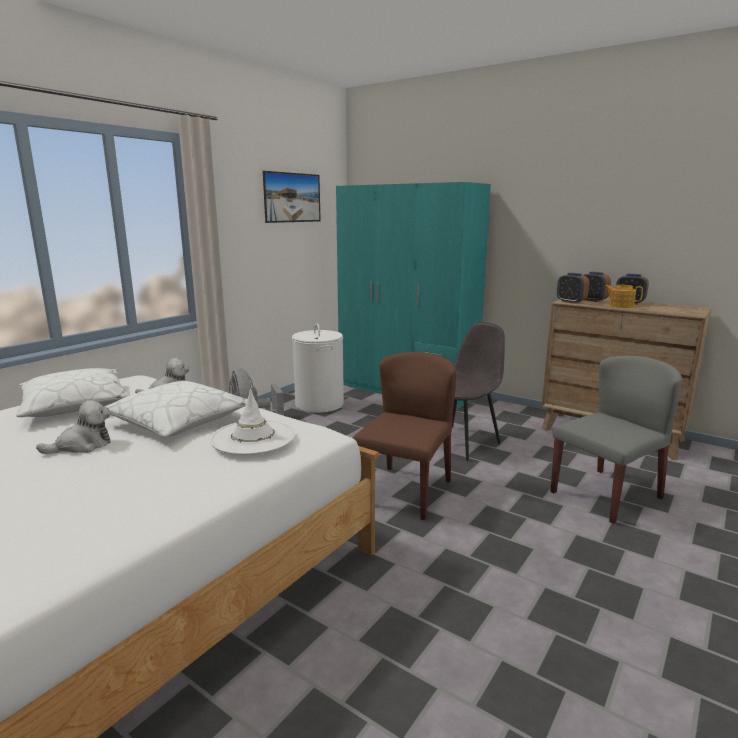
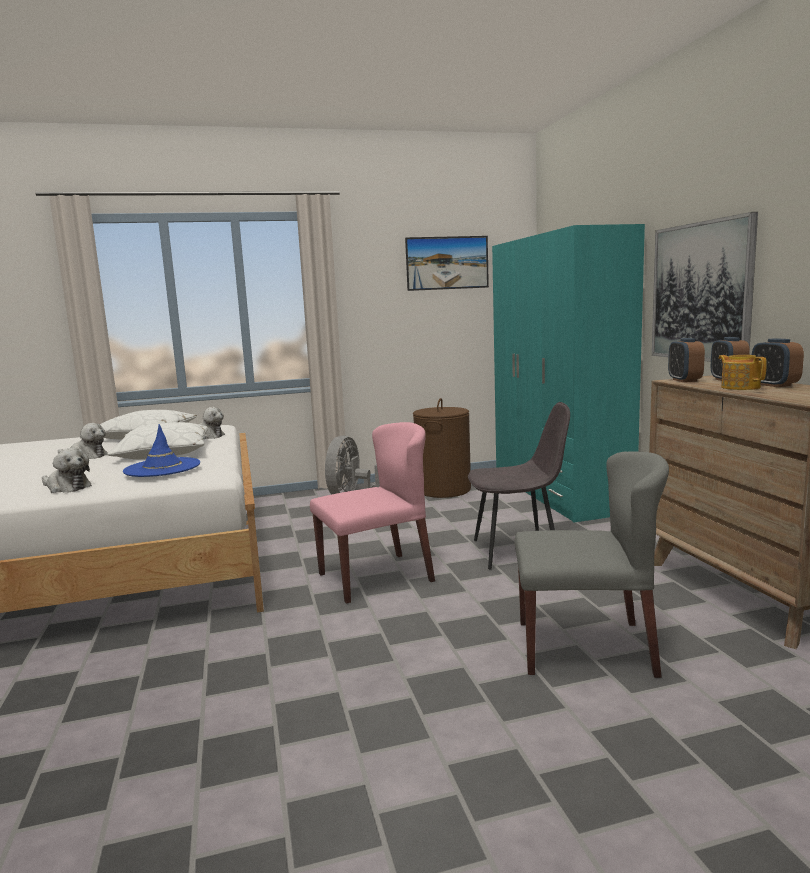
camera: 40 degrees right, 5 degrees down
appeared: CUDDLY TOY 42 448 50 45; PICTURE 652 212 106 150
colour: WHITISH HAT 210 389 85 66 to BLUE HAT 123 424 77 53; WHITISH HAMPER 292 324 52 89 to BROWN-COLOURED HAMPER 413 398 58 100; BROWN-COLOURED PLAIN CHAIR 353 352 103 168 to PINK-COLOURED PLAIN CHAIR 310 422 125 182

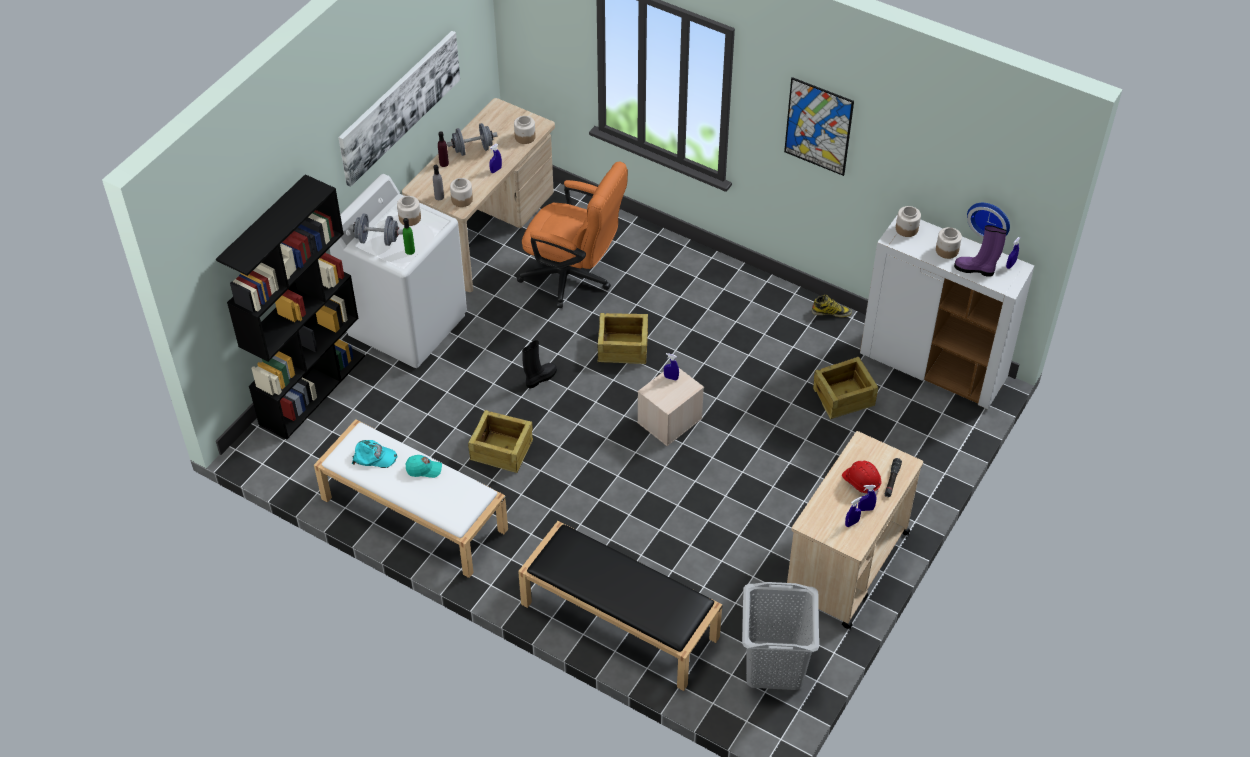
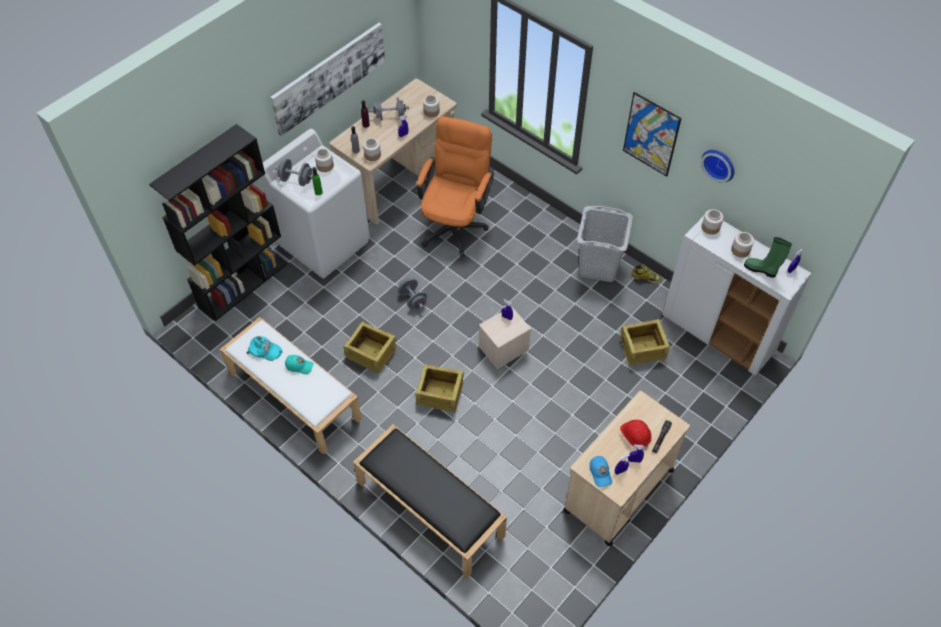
camera: 10 degrees right, 5 degrees up
appeared: BLUE CAP 590 456 22 31
relocated: CRATE 597 313 51 51 to 415 364 48 48; GRAY HAMPER 742 582 77 108 to 577 206 56 76; WALL CLOCK 967 203 43 35 to 701 150 34 33
exchanged: BLACK TALL BOOT 522 340 35 49 to GRAY HAND WEIGHT 398 278 29 31
colour: PURPLE TALL BOOT 954 225 53 52 to GREEN TALL BOOT 744 237 48 41
spun: ORANGEY COMPUTER CHAIR 517 162 111 146 = 417 116 77 141 105 degrees counterclockwise

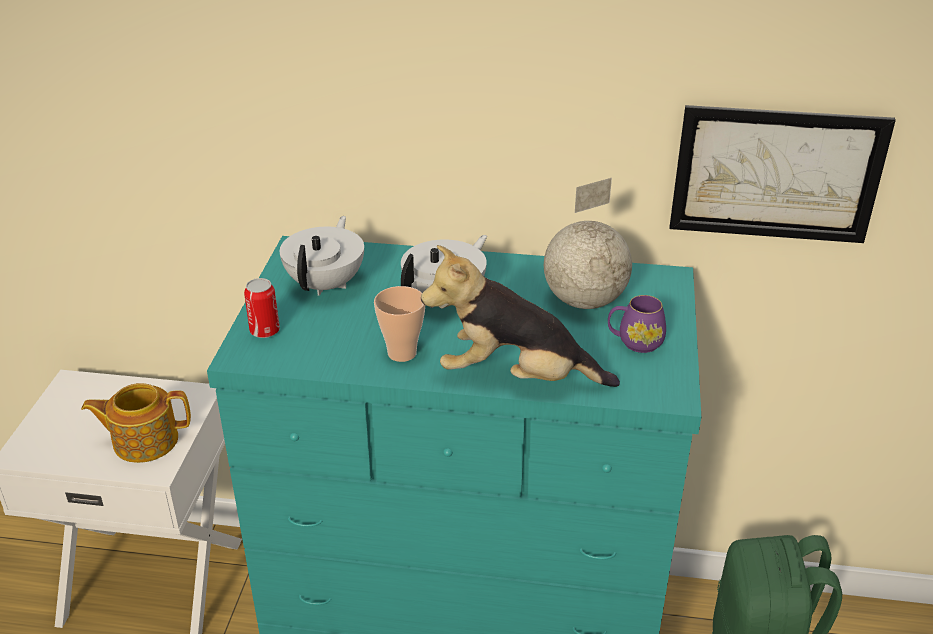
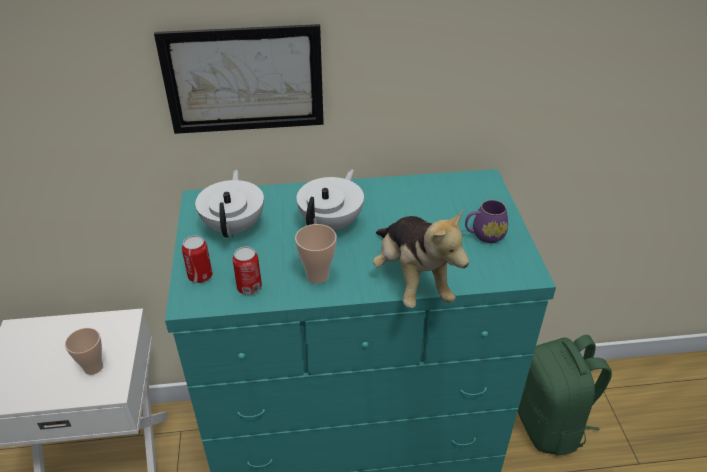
camera: 15 degrees left, 5 degrees up
missing: GLOBE 544 178 88 131
appeared: METAL CAN 232 246 30 49
relocated: PICTURE 670 105 226 138 to 154 24 170 110
exchanged: POT FOR TEA 81 383 110 80 to CUP 65 328 38 47
spun: CUDDLY TOY 421 245 199 142 = 373 209 96 99 105 degrees counterclockwise

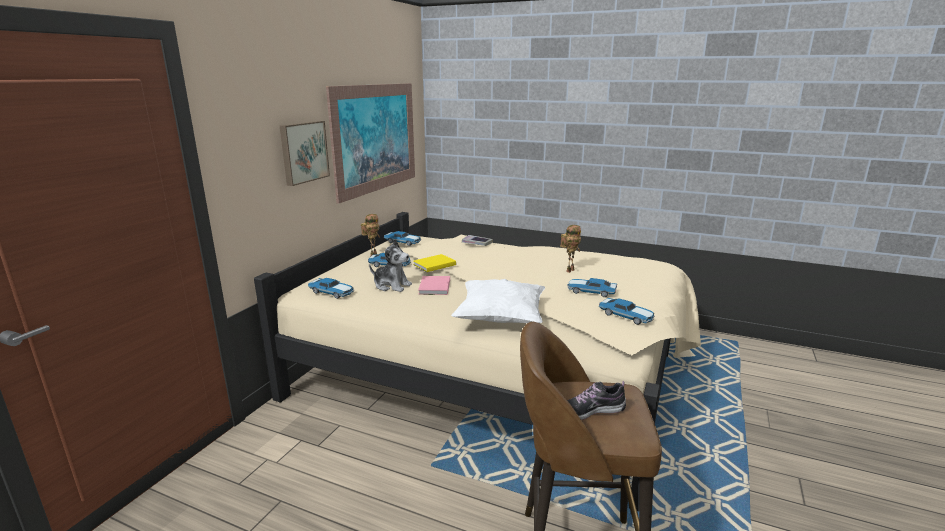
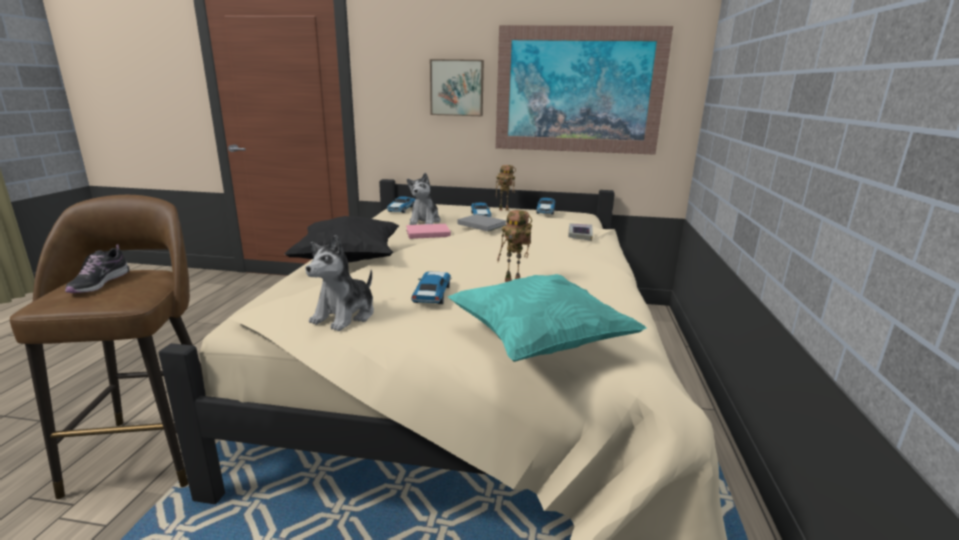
camera: 75 degrees right, 0 degrees up
appeared: TURQUOISE CUSHION 448 274 199 88
exchanged: MODEL CAR 599 298 56 27 to CUDDLY TOY 305 235 69 96
colour: YELLOW-COLOURED BOOK 413 254 43 18 to GRAY BOOK 457 214 49 18; WHITISH CUSHION 451 279 94 44 to BLACK CUSHION 285 216 114 46
spun: LOW SHOE 567 381 59 39 = 65 245 64 48 150 degrees counterclockwise

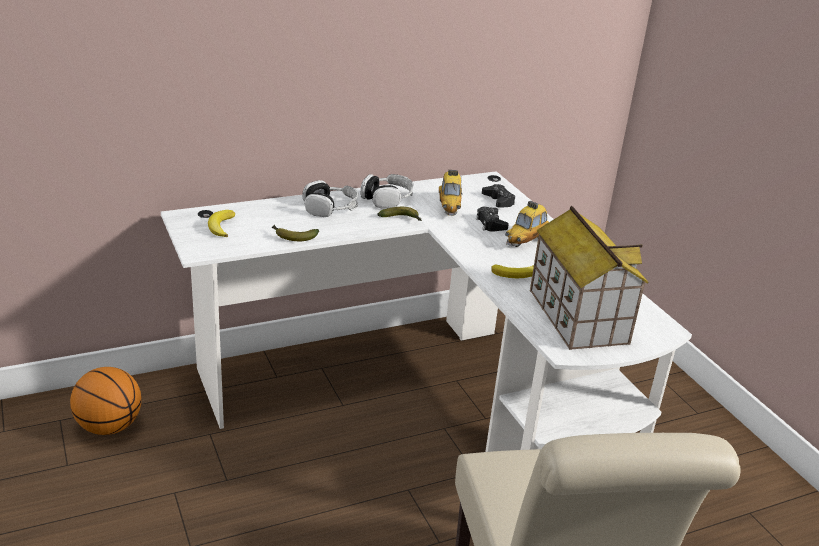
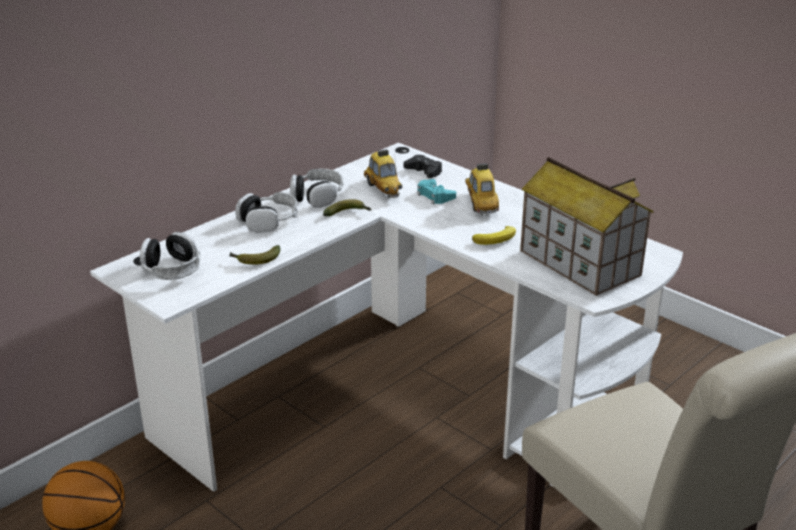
camera: 20 degrees left, 0 degrees up
exchanged: BANANA 208 210 27 27 to HEADPHONES 140 232 61 48
colour: BLACK GAMEPAD 476 206 33 26 to TURQUOISE GAMEPAD 417 179 39 26
spun: MODEL CAR 505 201 44 46 = 465 163 34 53 150 degrees clockwise

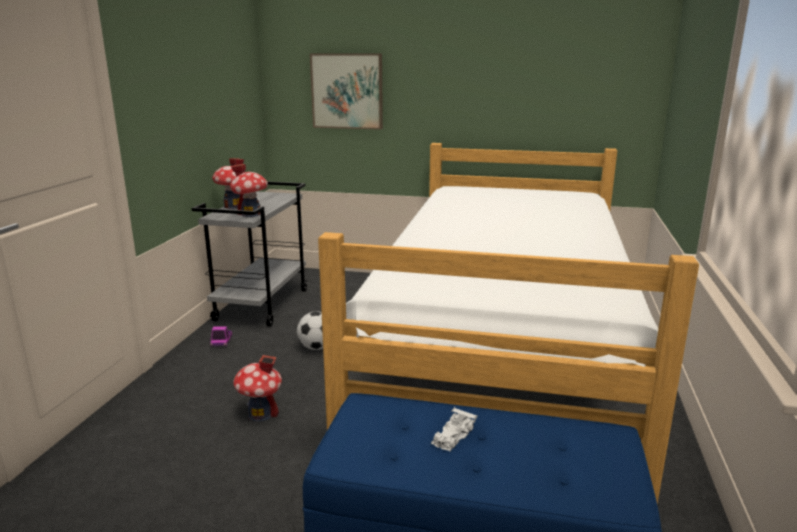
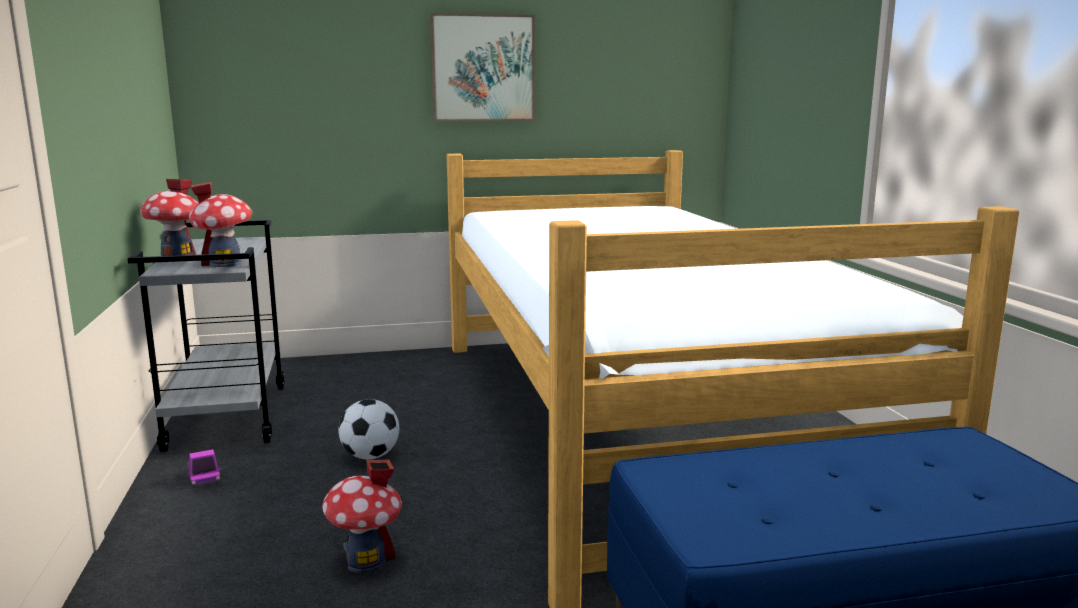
camera: 25 degrees left, 5 degrees down
missing: WHITISH MODEL CAR 431 407 47 44
relocated: PICTURE 310 53 73 77 to 430 13 105 109

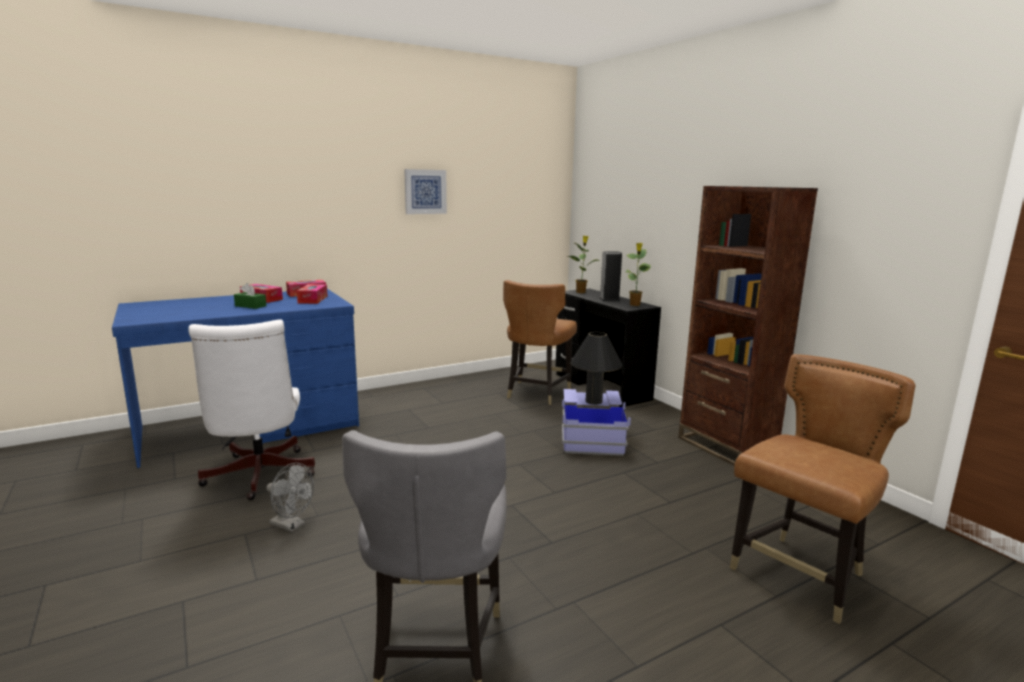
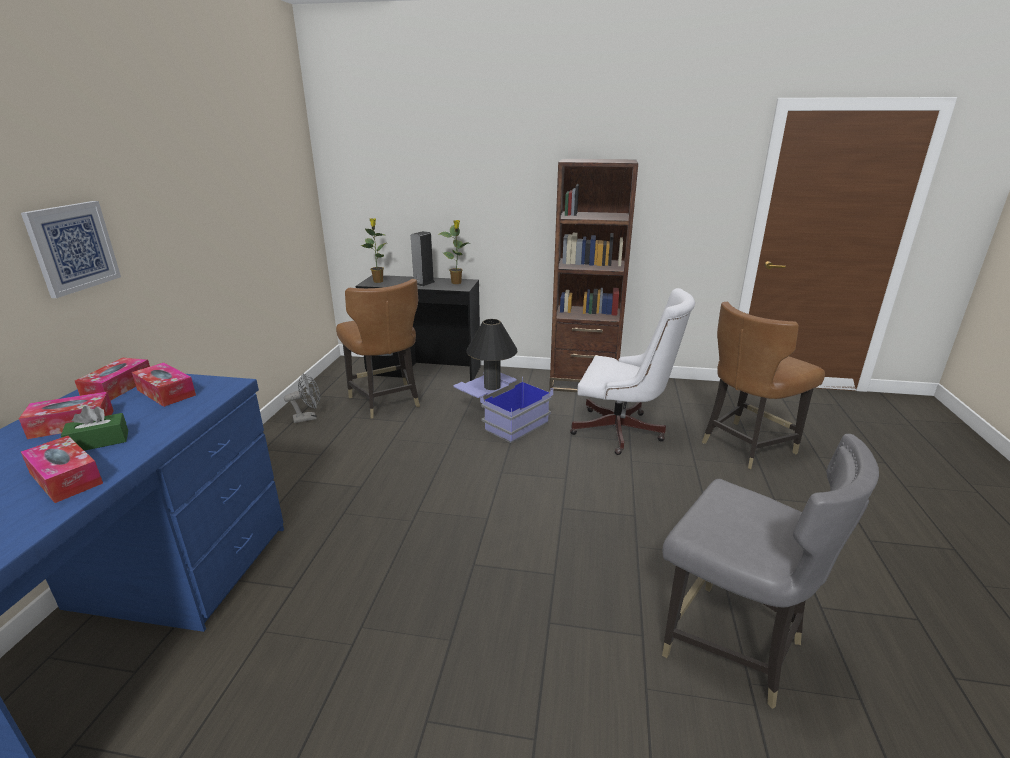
camera: 50 degrees left, 10 degrees up
appeared: BOX OF TISSUES 21 436 82 67
relocated: WHITISH COMPUTER CHAIR 188 319 127 181 to 570 288 125 167; GRAY COOLING FAN 266 463 48 69 to 284 374 36 49; PICTURE 404 169 43 45 to 21 201 100 97
spun: BROWN-COLOURED PLAIN CHAIR 730 354 186 270 = 702 302 123 167 120 degrees counterclockwise

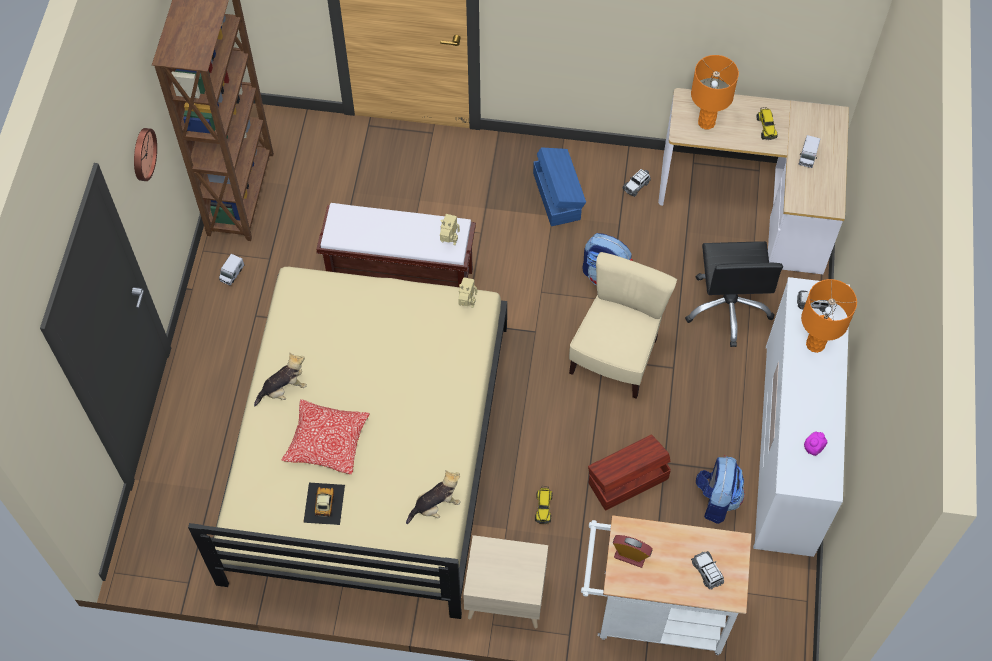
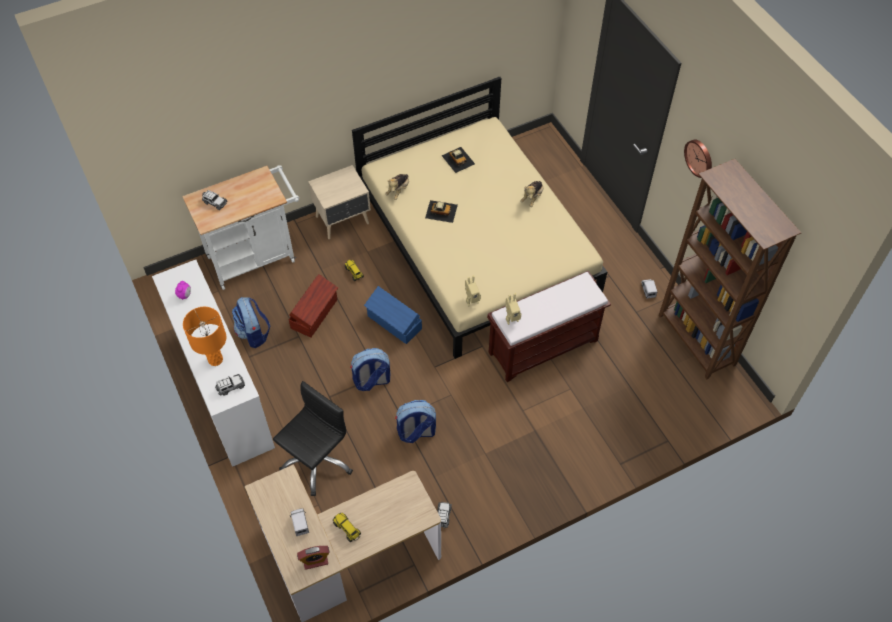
camera: 145 degrees right, 5 degrees down
missing: CUSHION 282 399 88 75; ORANGEY TABLETOP LAMP 691 55 48 74
appeared: MODEL CAR 425 200 33 23
relocated: BLUE STORAGE BOX 533 148 53 78 to 364 286 58 58; ALARM CLOCK 613 535 40 33 to 297 546 33 24
exchanged: BEIGE PLAIN CHAIR 569 252 108 147 to BACKPACK 350 348 40 43
spun: BLACK COMPUTER CHAIR 685 241 98 106 = 273 381 80 115 75 degrees clockwise

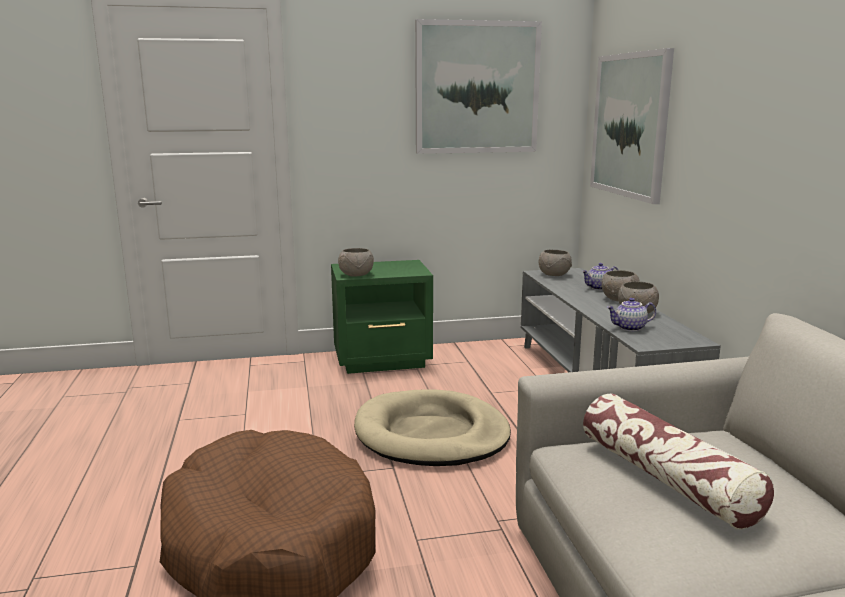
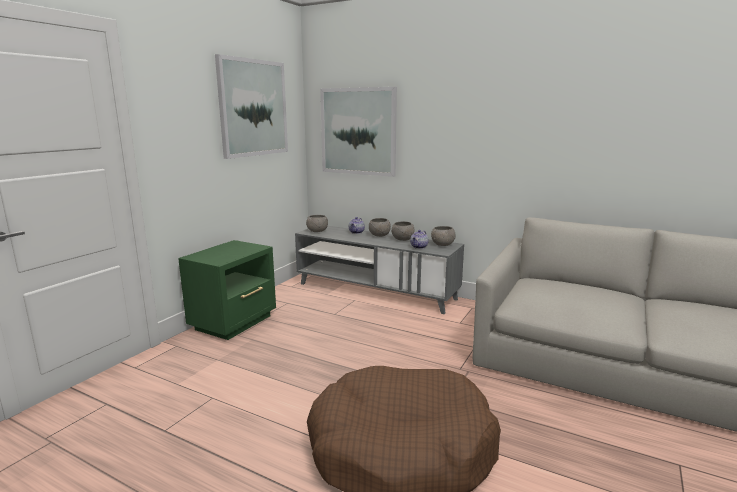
camera: 50 degrees left, 0 degrees up
missing: BEIGE DOG BED 354 389 157 77; CUSHION 583 394 191 136
relocated: GRAY BOWL 338 248 36 29 to 431 226 25 20

